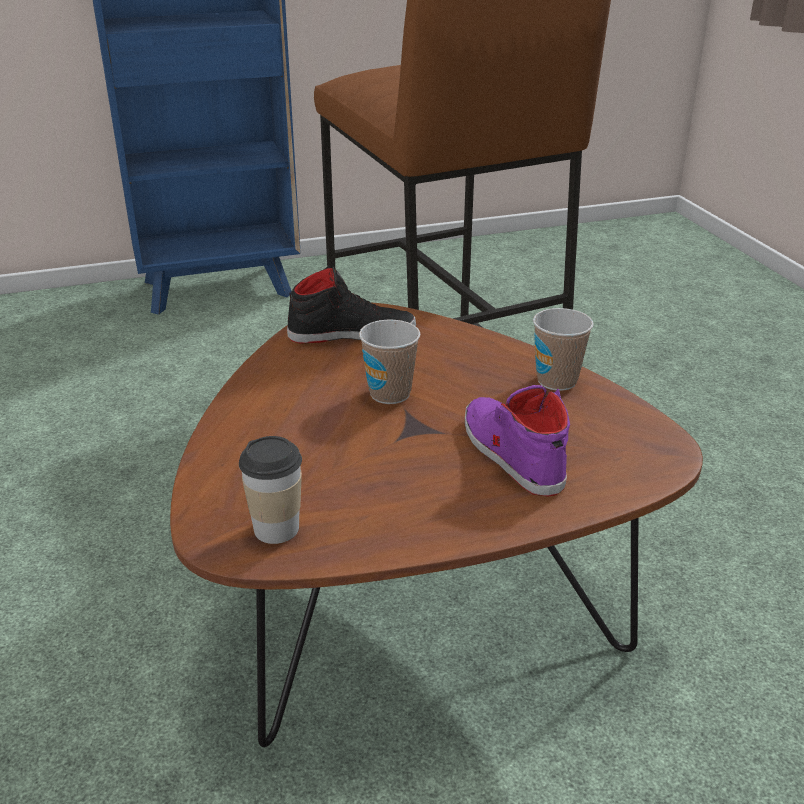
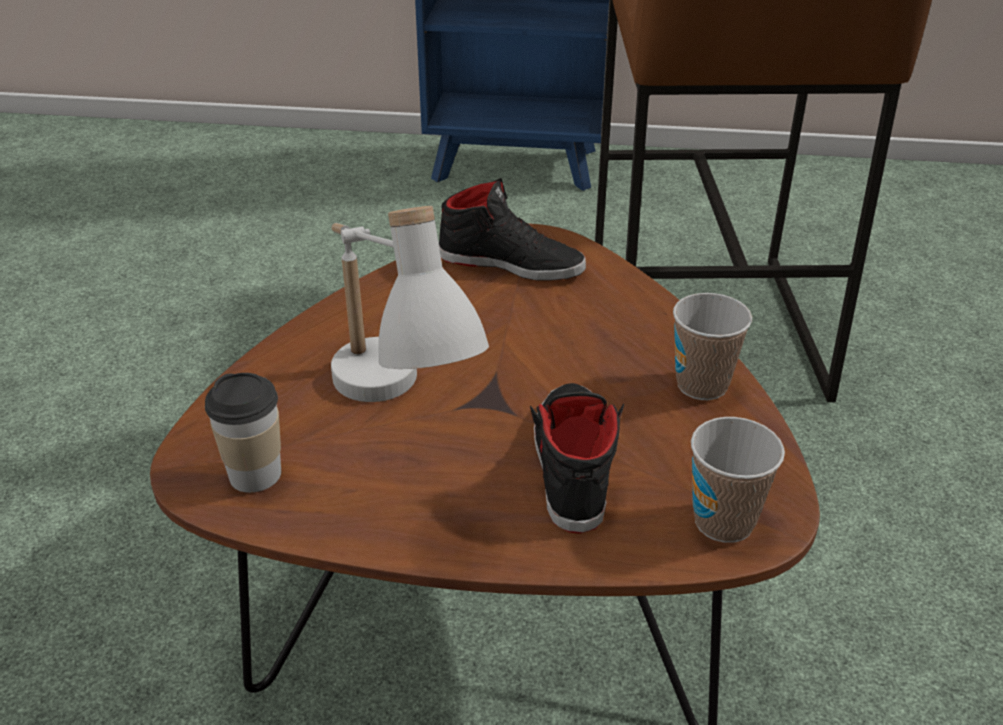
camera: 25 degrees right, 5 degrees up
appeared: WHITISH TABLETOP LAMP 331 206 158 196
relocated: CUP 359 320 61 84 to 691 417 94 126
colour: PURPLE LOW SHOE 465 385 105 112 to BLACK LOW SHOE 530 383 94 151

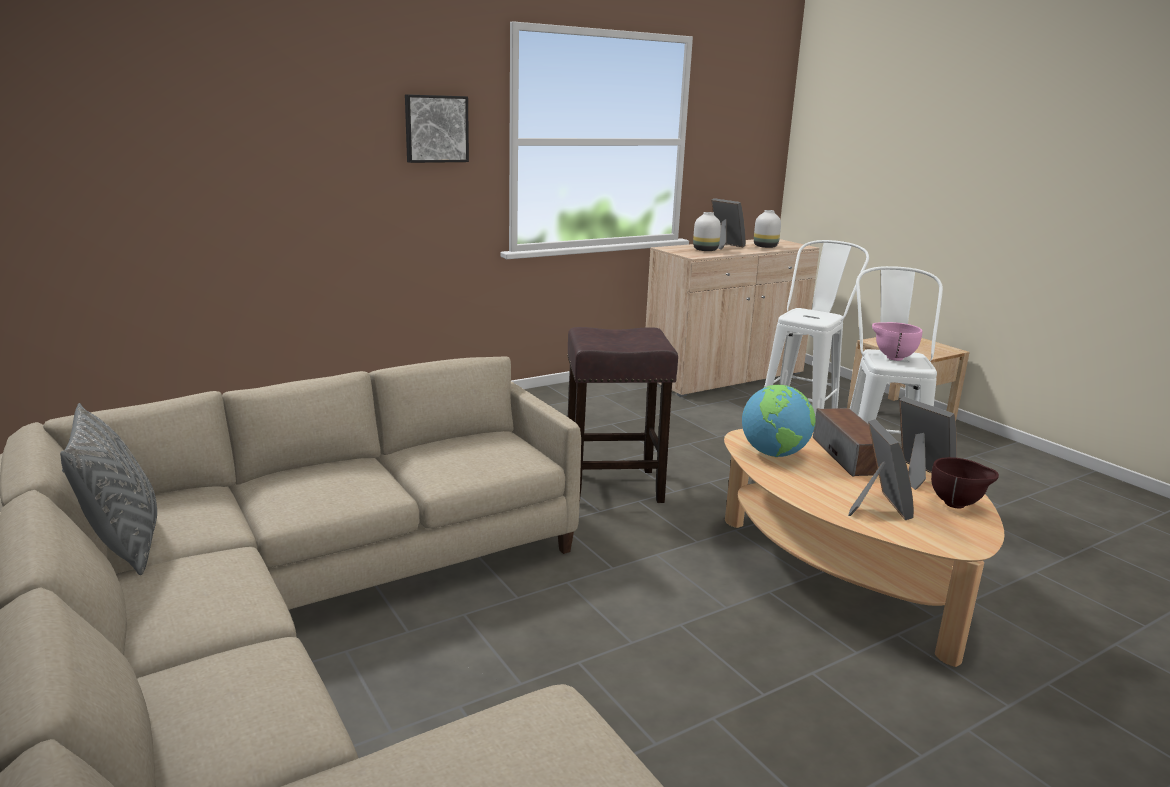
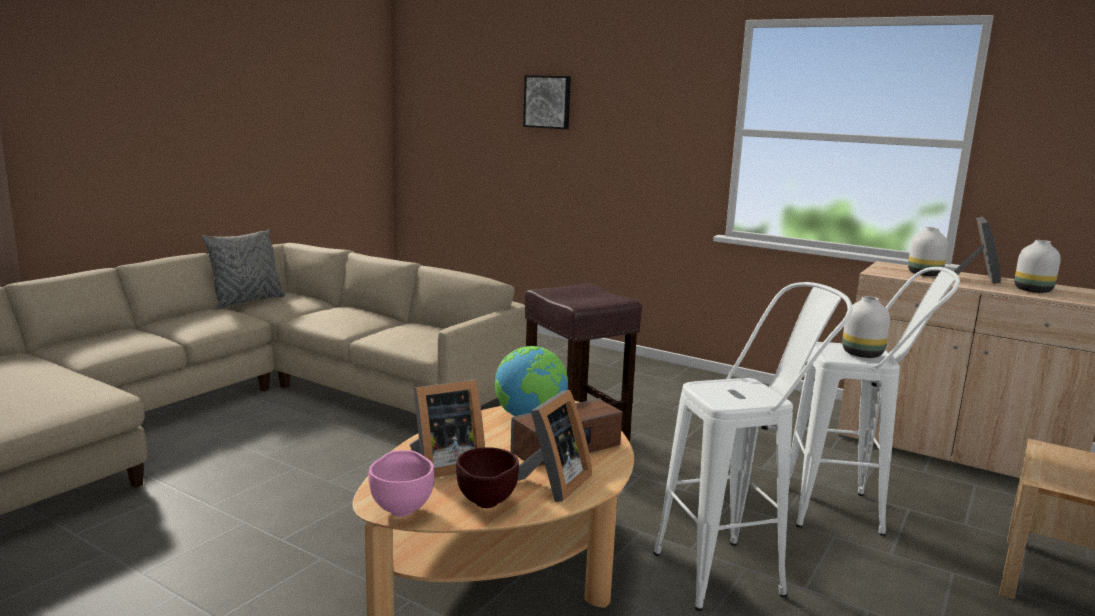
camera: 65 degrees right, 5 degrees down
appeared: WHITISH DECORATIVE VASE 842 296 48 62
relocated: PICTURE 405 94 64 69 to 523 75 48 54; PINK-COLOURED BOWL 872 322 50 39 to 369 450 66 67

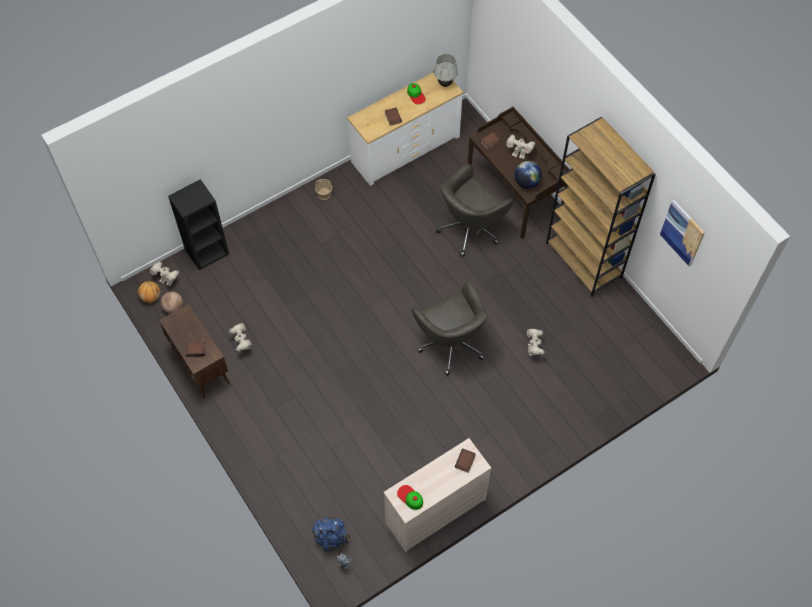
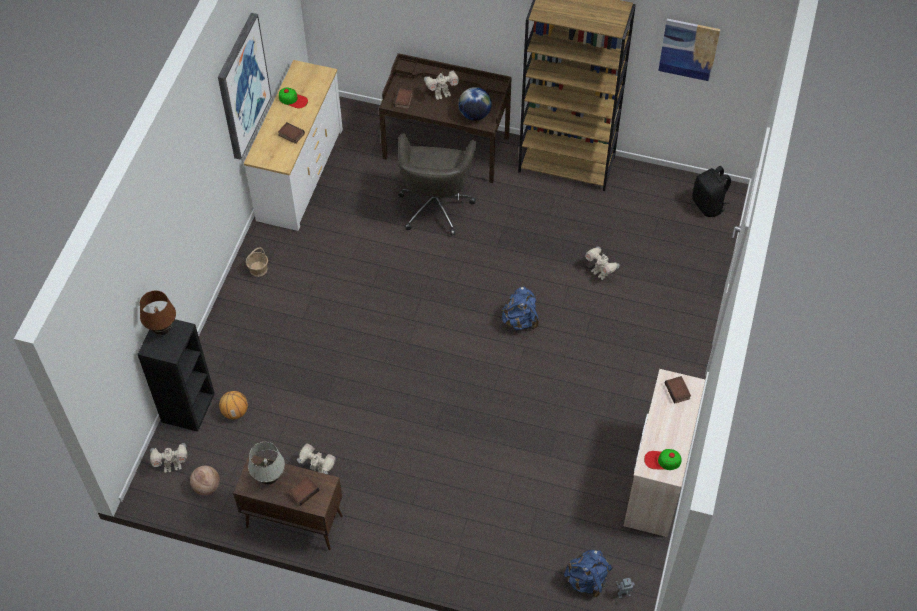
camera: 40 degrees left, 5 degrees down
appeared: BROWN-COLOURED TABLETOP LAMP 140 291 36 44; PICTURE 218 13 54 147; BLACK BACKPACK 692 166 39 51
relocated: BASKETBALL 138 281 22 22 to 219 391 29 28; WHITISH TABLETOP LAMP 433 53 25 34 to 248 442 37 42
exchanged: GRAY COMPUTER CHAIR 411 281 77 95 to BLUE BACKPACK 502 286 37 44

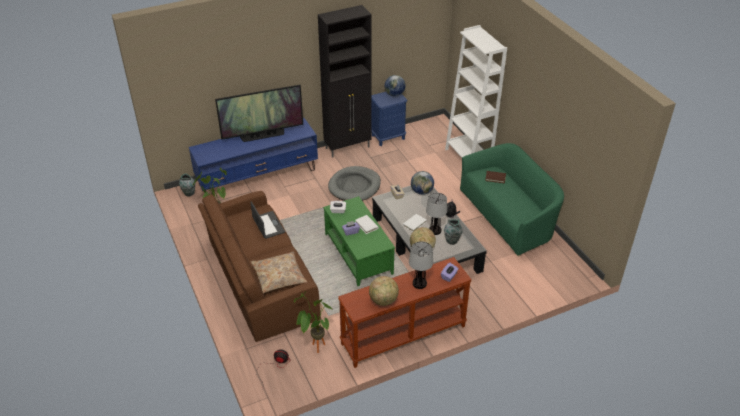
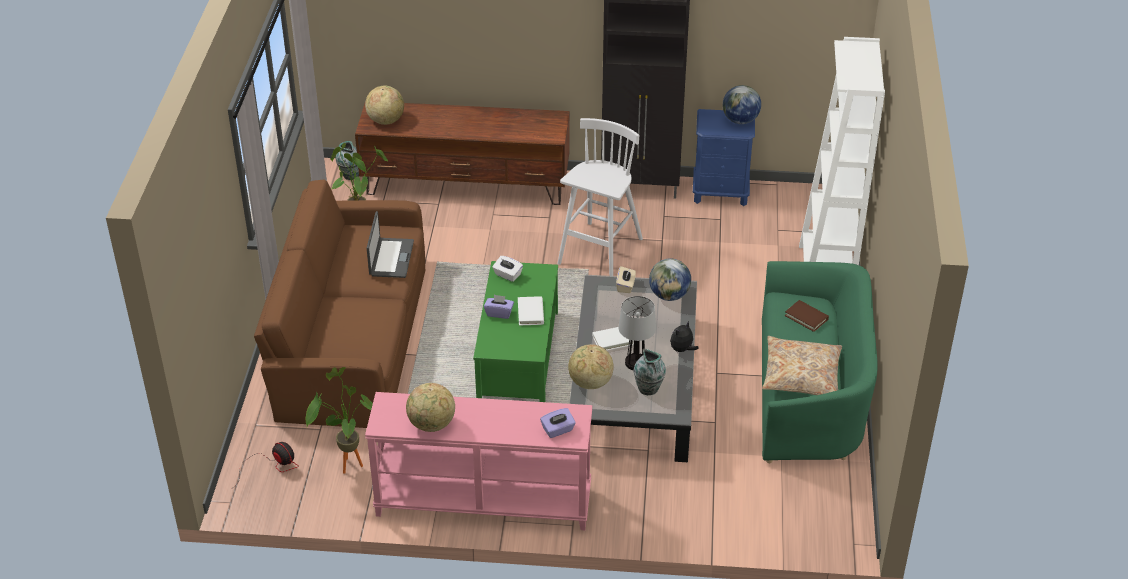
camera: 30 degrees right, 0 degrees up
missing: TV SET 215 85 88 57; TABLETOP LAMP 409 241 24 48
appeared: GLOBE 365 85 39 40
relocated: BEIGE CUSHION 251 251 56 42 to 762 336 80 59
exchanged: GRAY DOG BED 328 166 53 35 to WHITISH STOOL SEAT 557 118 86 158
colour: BLUE TV UNIT 189 118 129 73 to BROWN-COLOURED TV UNIT 355 101 215 104; BROWN-COLOURED NARROW TABLE 338 257 134 111 to PINK-COLOURED NARROW TABLE 365 392 227 138

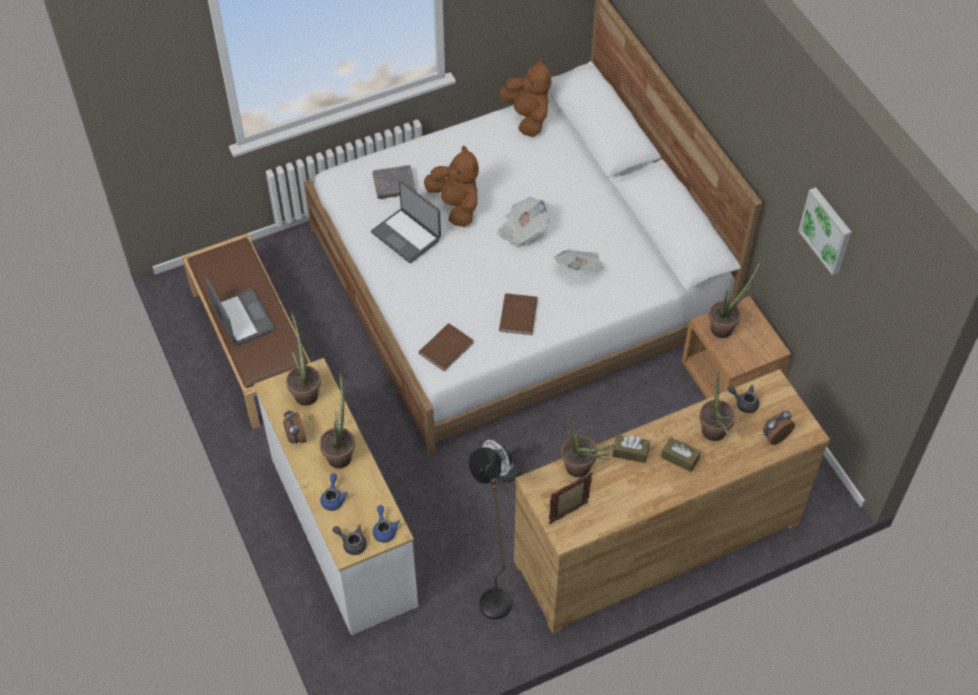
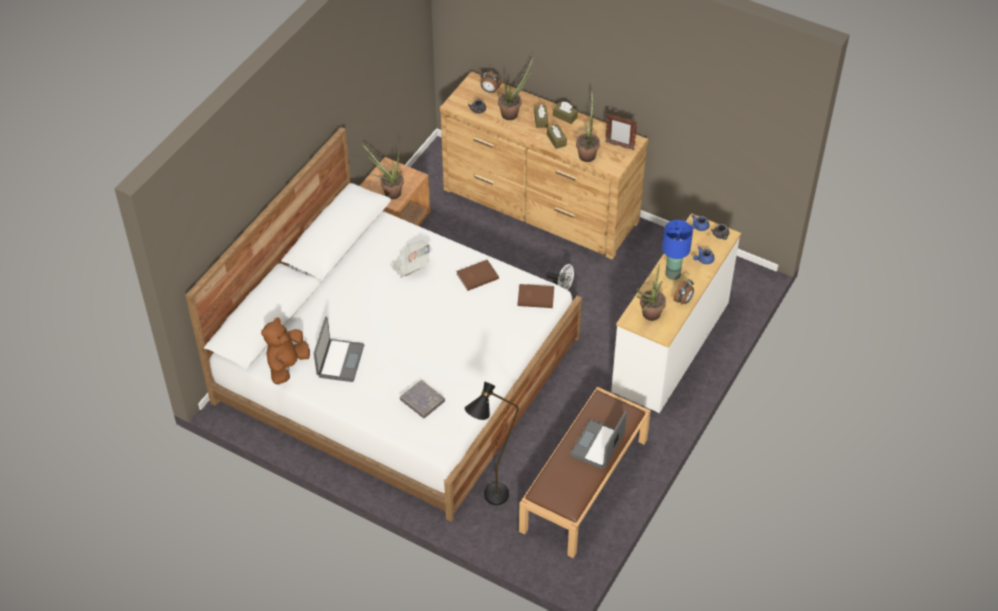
camera: 125 degrees left, 5 degrees down
missing: BROWN-COLOURED CUDDLY TOY 424 145 55 82; NEWSPAPER 497 197 52 51; PICTURE 798 187 53 88
appeared: BROWN-COLOURED BOX OF TISSUES 553 102 25 22
relocated: NOTEBOOK COMPUTER 371 180 70 83 to 314 317 50 65; BLACK STANDARD LAMP 468 447 44 172 to 464 381 55 124
exchanged: POTTED PLANT 319 372 36 96 to BLUE TABLETOP LAMP 662 220 31 60

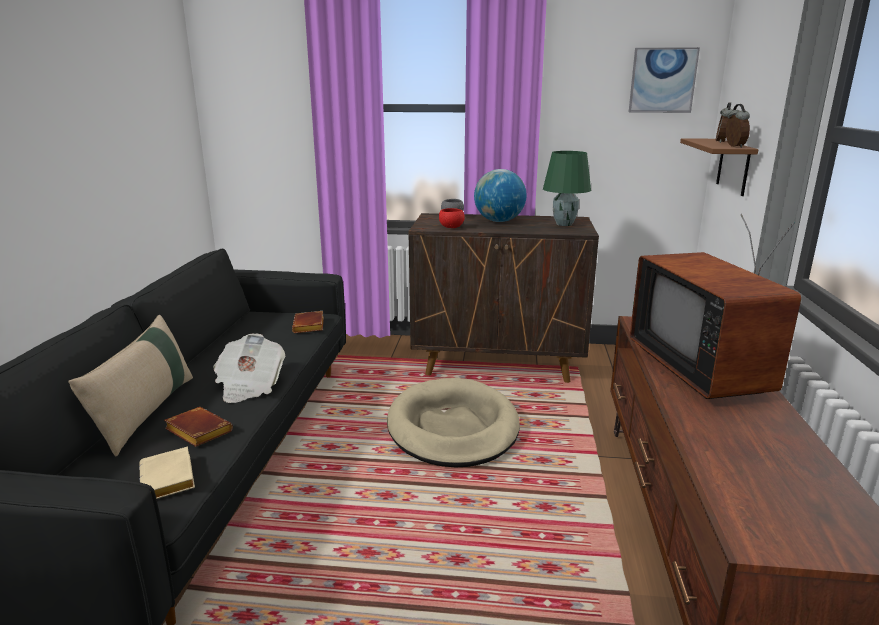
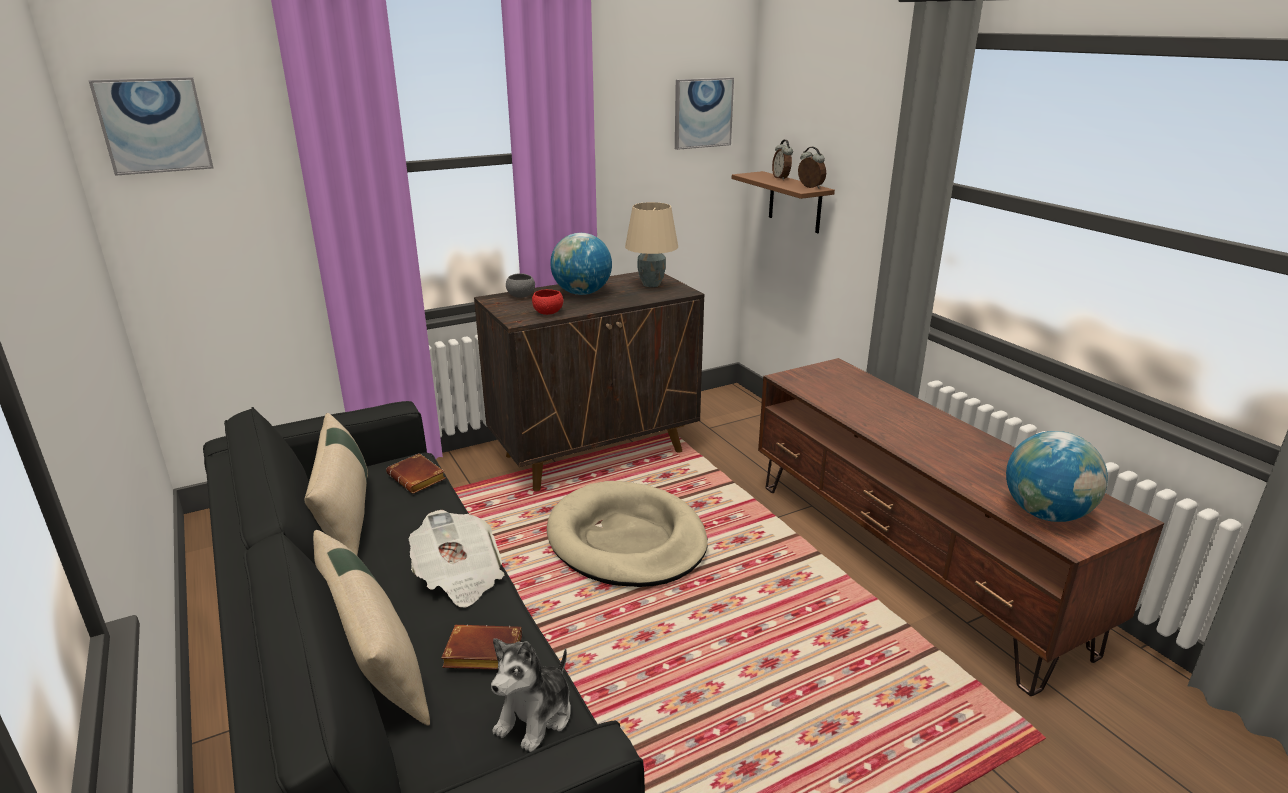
camera: 35 degrees left, 5 degrees up
missing: TV SET 630 214 171 185
appeared: PICTURE 89 77 124 99; BEIGE CUSHION 304 413 64 143; GLOBE 1006 431 102 91
exchanged: BEIGE BOOK 139 447 56 52 to CUDDLY TOY 491 638 80 114
colour: GREEN TABLETOP LAMP 543 151 48 75 to BEIGE TABLETOP LAMP 625 202 53 85

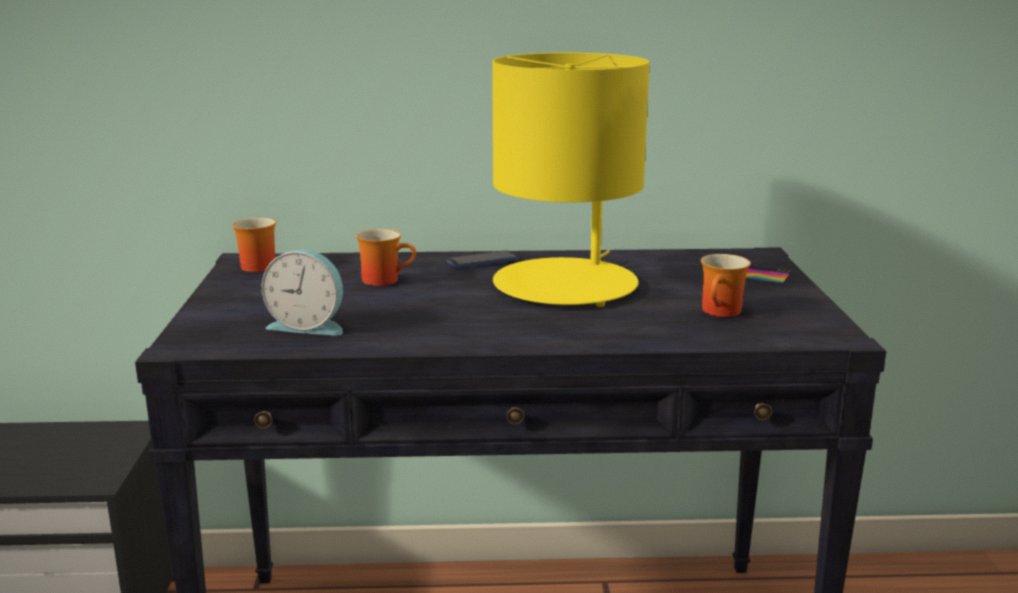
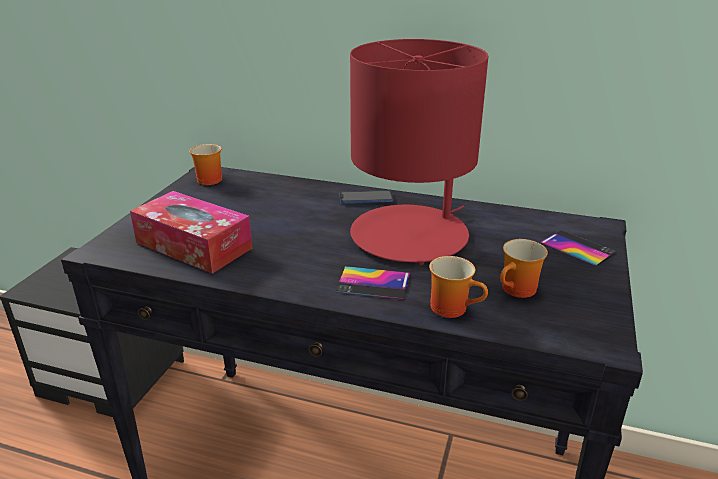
camera: 20 degrees right, 10 degrees up
appeared: PHONE 336 266 74 34
relocated: COFFEE MUG 356 229 60 57 to 429 256 59 62
exchanged: ALARM CLOCK 262 249 81 87 to BOX OF TISSUES 130 191 122 83
colour: YELLOW-COLOURED TABLETOP LAMP 492 52 158 255 to RED-COLOURED TABLETOP LAMP 350 39 139 226

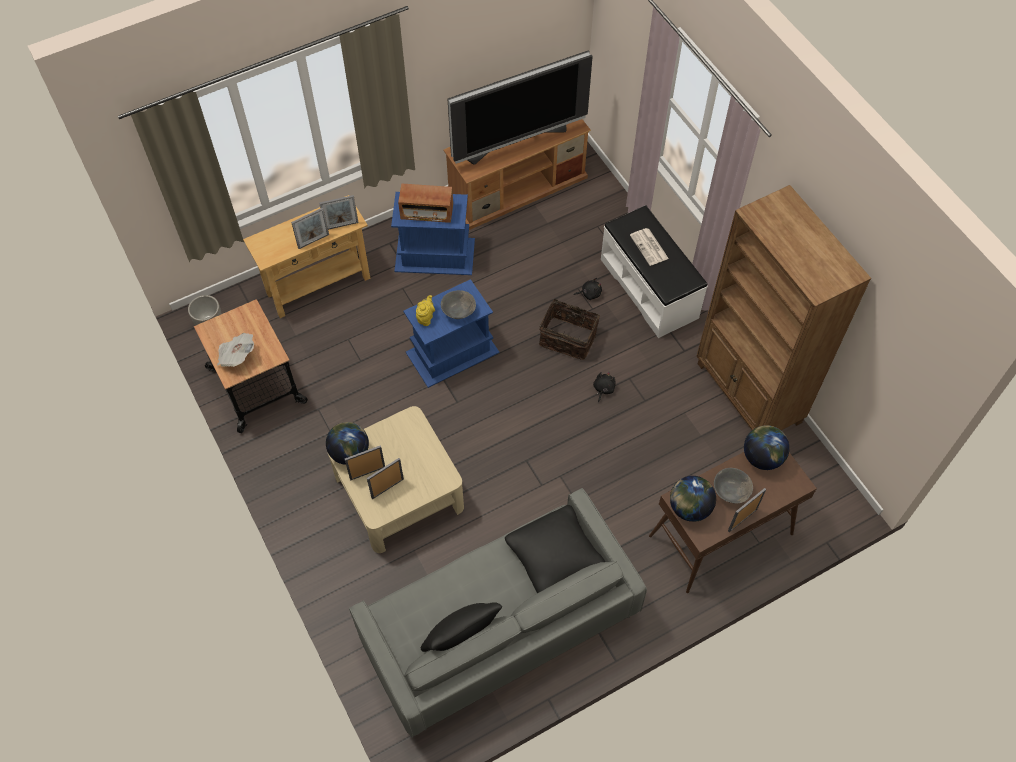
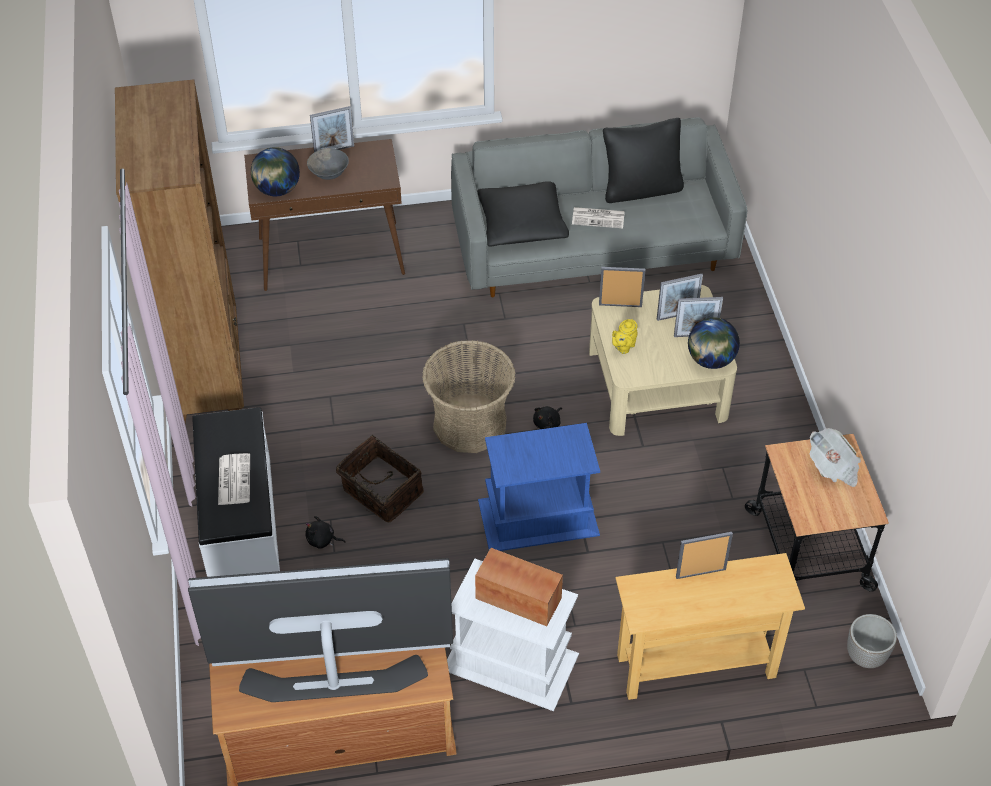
camera: 160 degrees left, 10 degrees down
missing: GRAY BOWL 441 290 35 29; GLOBE 670 476 46 46
appeared: BASKET 422 340 93 113; NEWSPAPER 572 207 53 21
relocated: STANDING FRAME 319 195 40 35 to 599 267 47 40; YELLOW-COLOURED POT FOR TEA 416 295 19 31 to 612 319 26 35; BLACK CUDDLY TOY 593 372 23 31 to 533 406 29 23
colour: BLUE ACCENT TABLE 391 192 84 83 to WHITISH ACCENT TABLE 447 559 132 152

